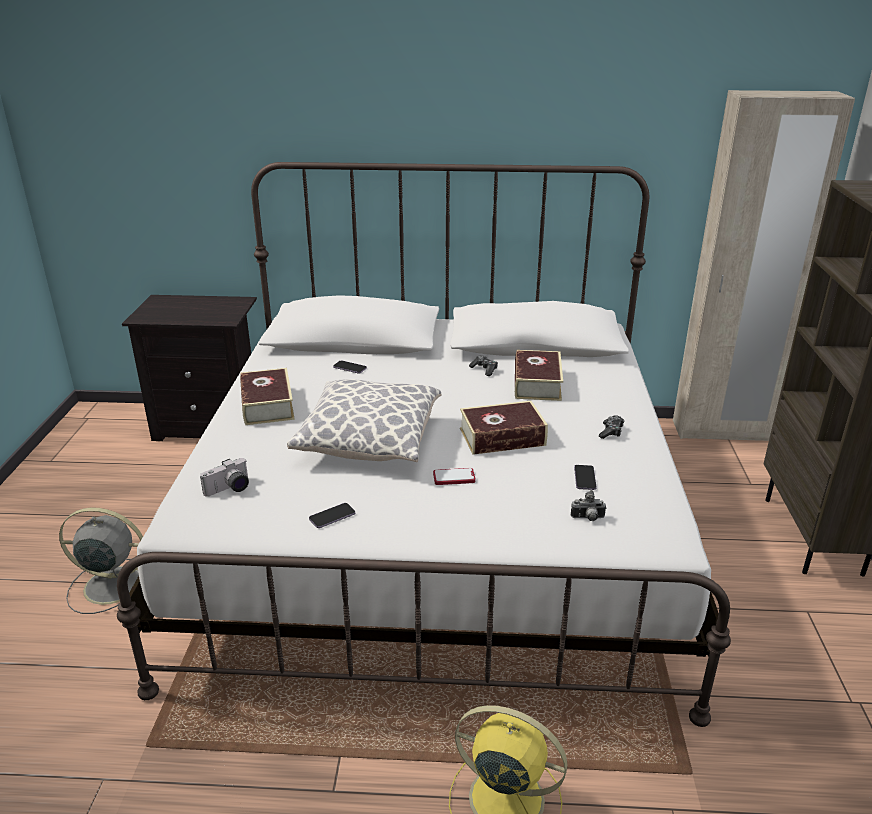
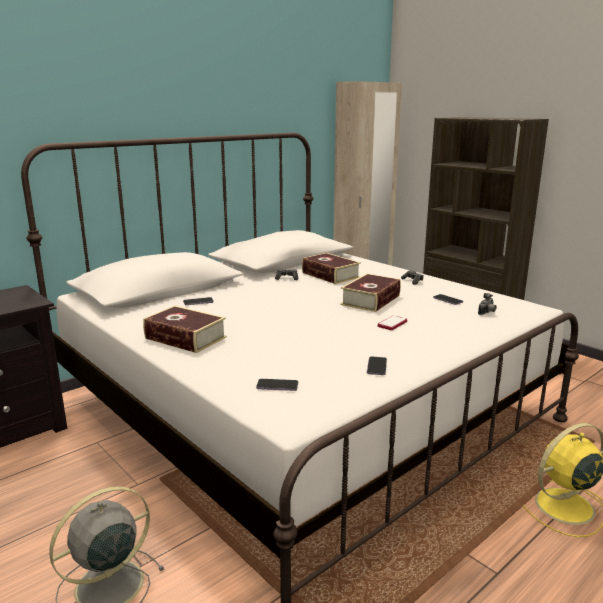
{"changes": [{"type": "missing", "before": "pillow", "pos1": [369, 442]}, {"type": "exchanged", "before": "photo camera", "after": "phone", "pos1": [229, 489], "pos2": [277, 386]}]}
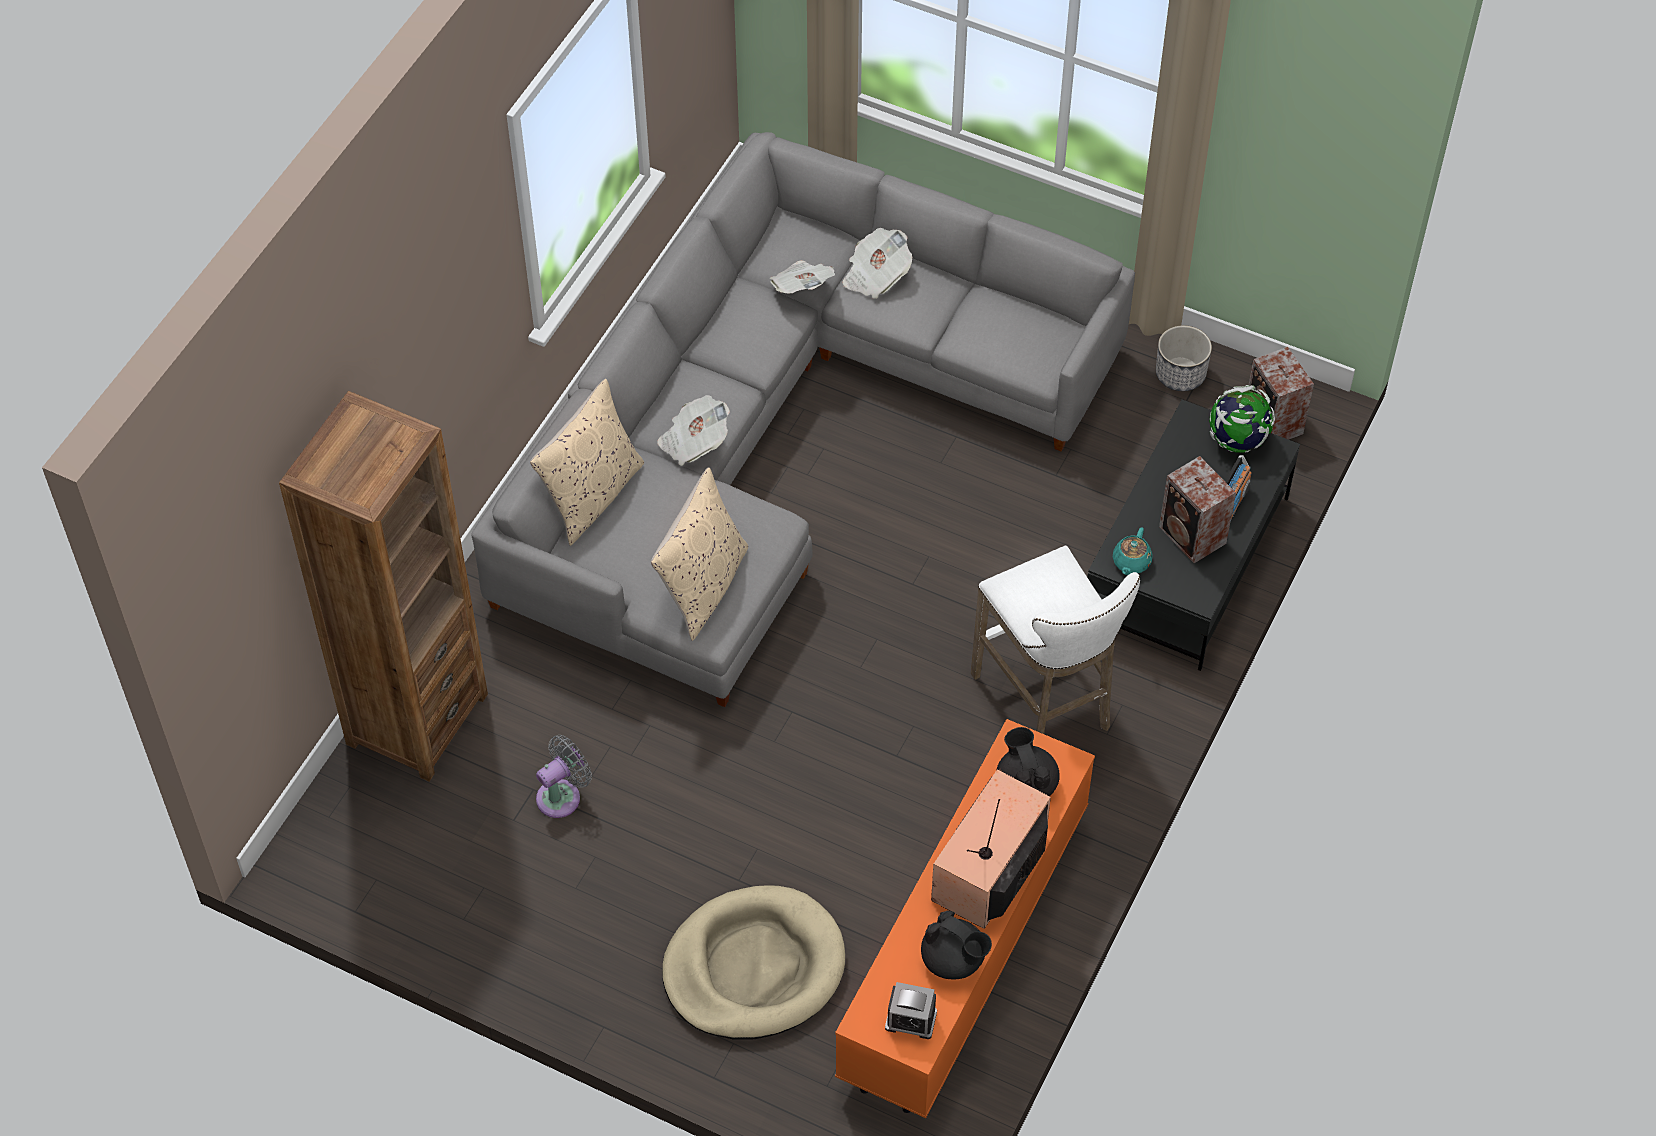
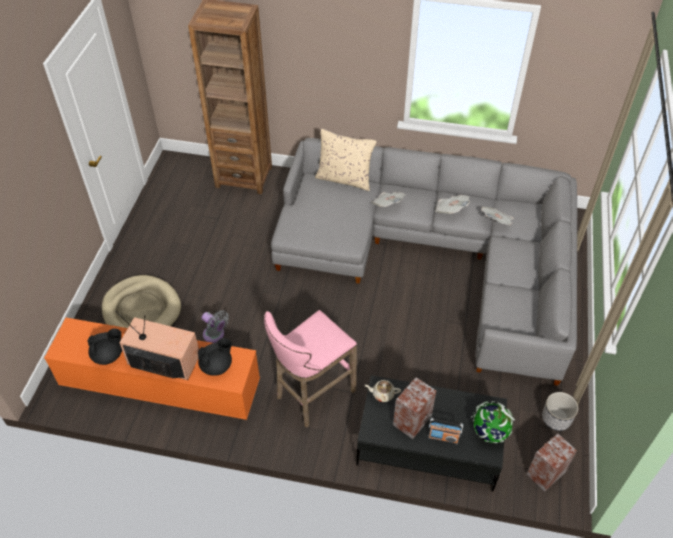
{"changes": [{"type": "missing", "before": "beige pillow", "pos1": [702, 586]}, {"type": "missing", "before": "alarm clock", "pos1": [911, 1020]}, {"type": "relocated", "before": "grey fan", "pos1": [562, 796], "pos2": [215, 335]}, {"type": "relocated", "before": "newspaper", "pos1": [876, 275], "pos2": [450, 210]}, {"type": "colour", "before": "white stool", "after": "pink stool", "pos1": [1046, 706], "pos2": [312, 396]}, {"type": "colour", "before": "turquoise teapot", "after": "beige teapot", "pos1": [1131, 562], "pos2": [382, 394]}, {"type": "spun", "before": "black teapot", "pos1": [954, 960], "pos2": [108, 355], "turn": -135}]}
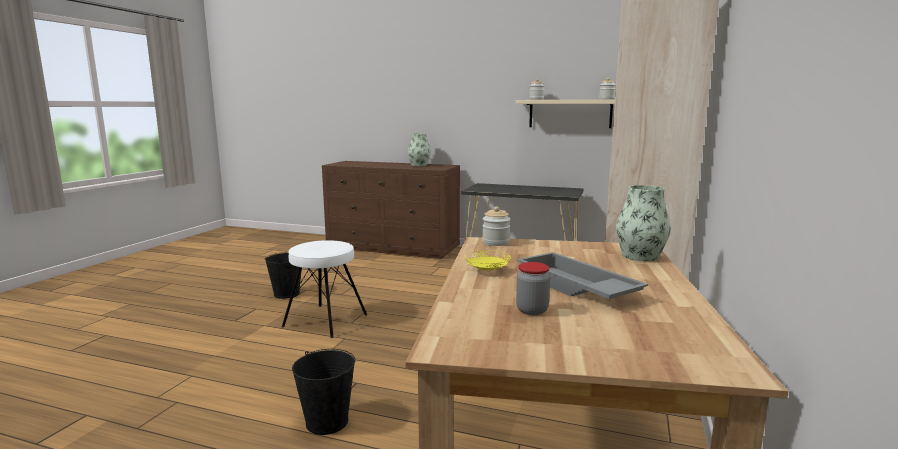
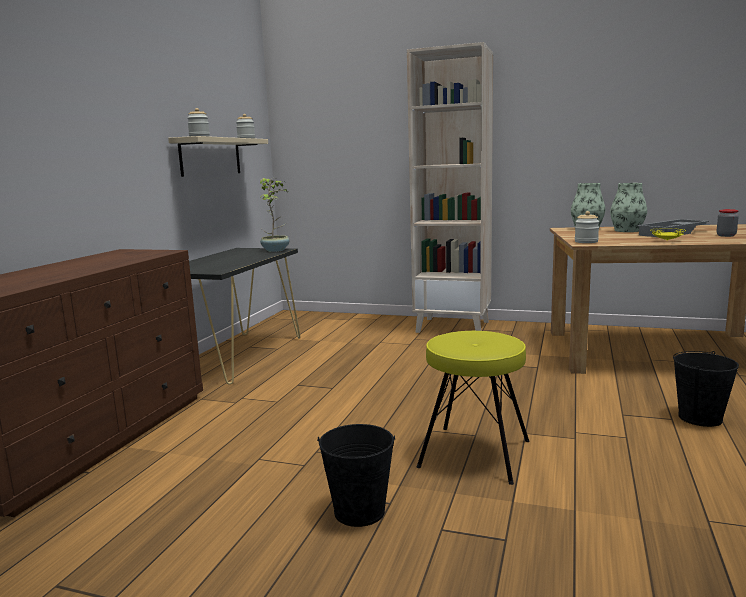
{"changes": [{"type": "appeared", "after": "potted plant", "pos2": [276, 250]}, {"type": "relocated", "before": "vase", "pos1": [419, 165], "pos2": [627, 230]}, {"type": "colour", "before": "white stool", "after": "yellow stool", "pos1": [325, 320], "pos2": [474, 454]}]}
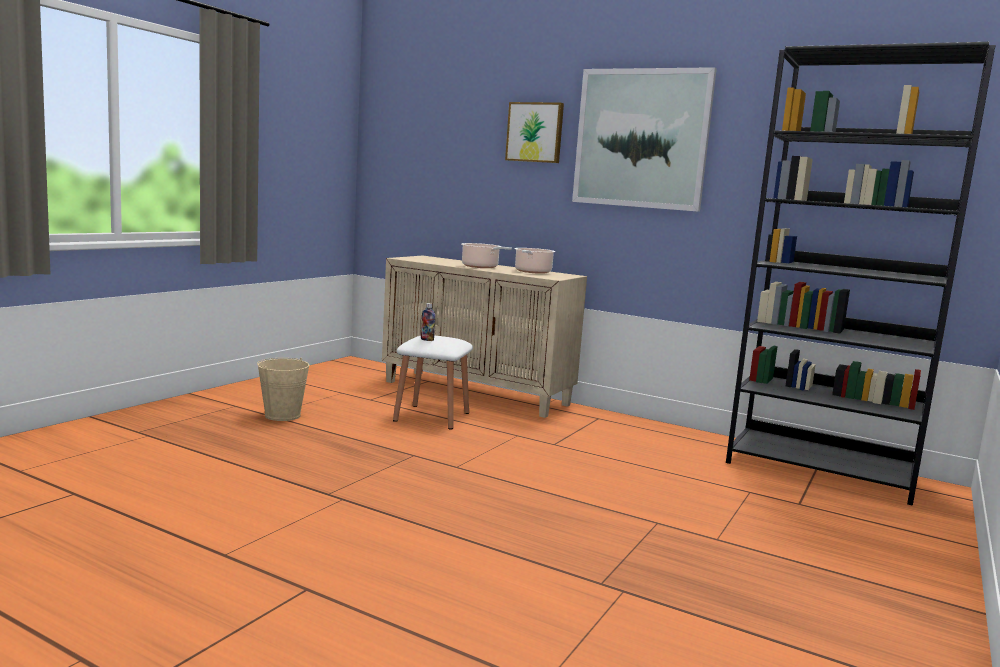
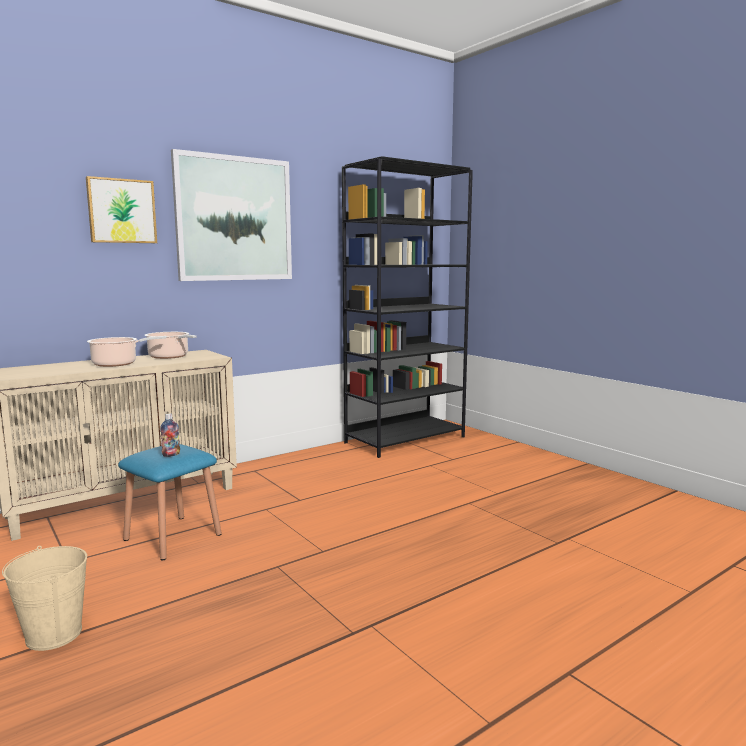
{"changes": [{"type": "colour", "before": "white stool", "after": "blue stool", "pos1": [432, 417], "pos2": [173, 537]}]}
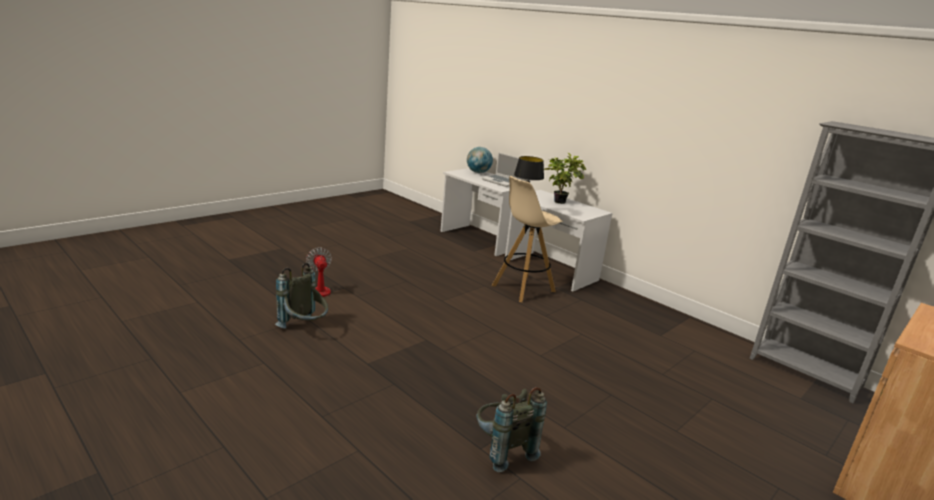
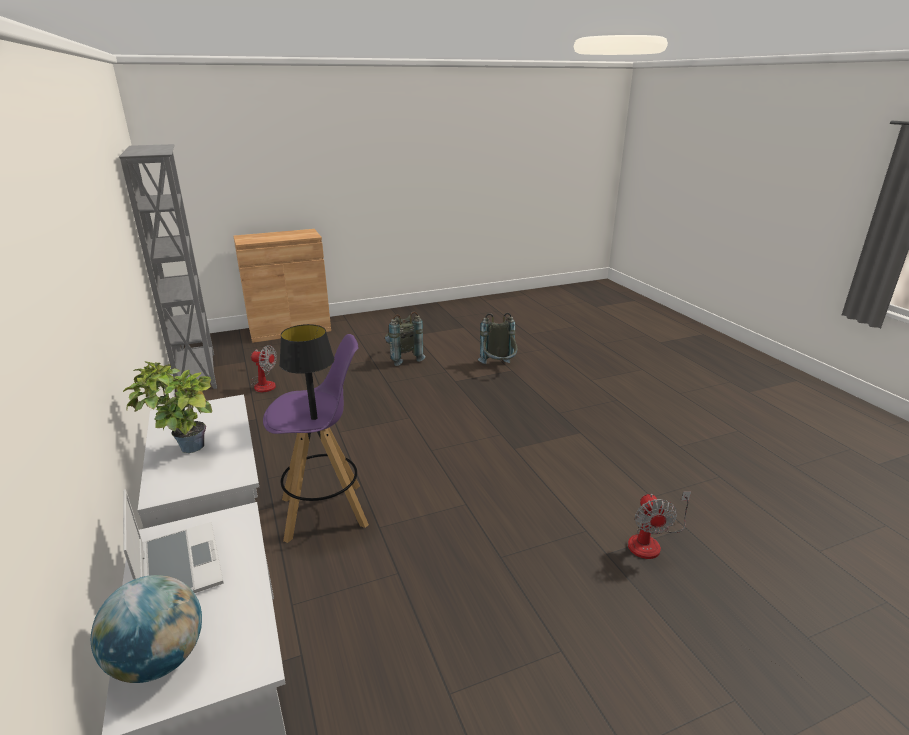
{"changes": [{"type": "appeared", "after": "fan", "pos2": [264, 383]}, {"type": "relocated", "before": "grey backpack", "pos1": [304, 329], "pos2": [403, 358]}, {"type": "colour", "before": "beige stool", "after": "purple stool", "pos1": [522, 288], "pos2": [325, 511]}]}
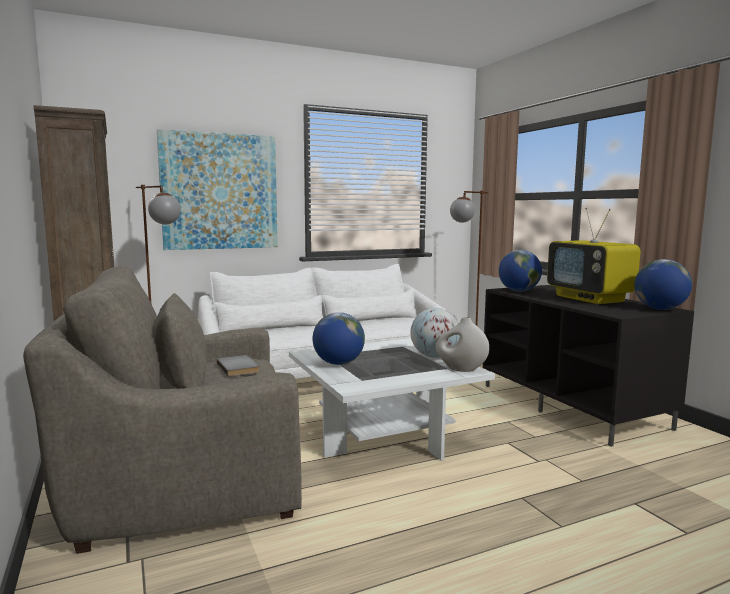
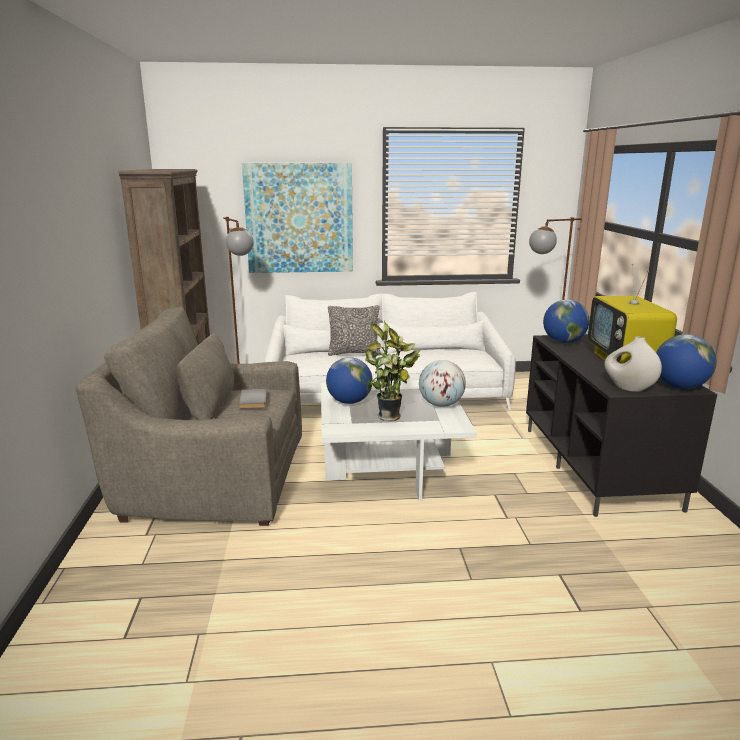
{"changes": [{"type": "appeared", "after": "pillow", "pos2": [354, 353]}, {"type": "appeared", "after": "potted plant", "pos2": [391, 417]}, {"type": "relocated", "before": "white vase", "pos1": [461, 369], "pos2": [628, 388]}]}
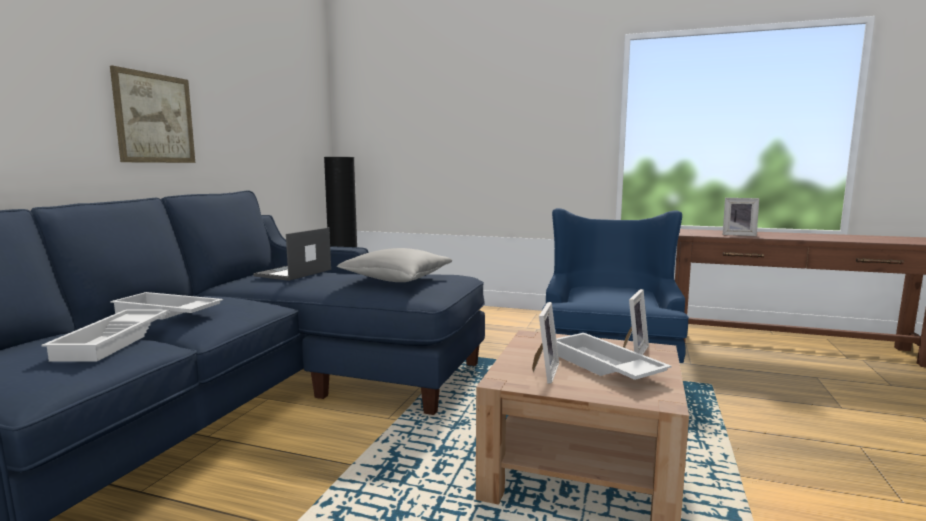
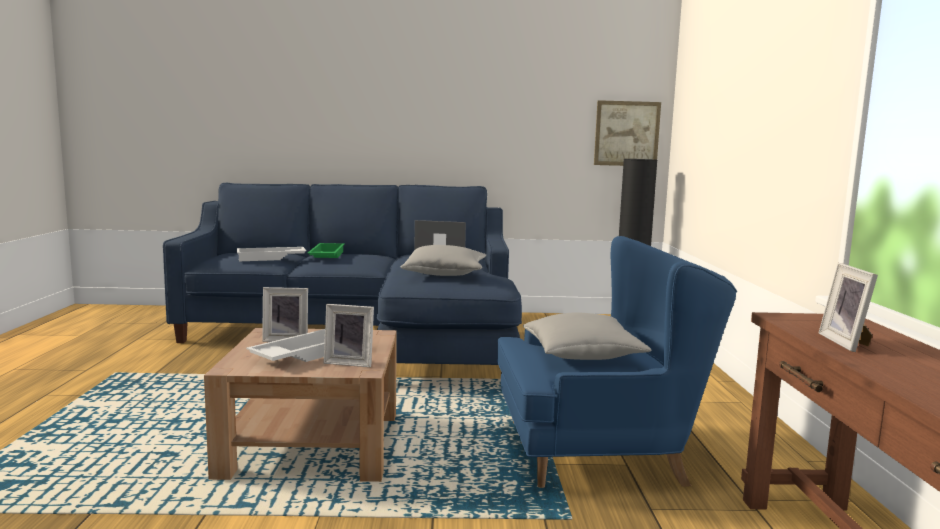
{"changes": [{"type": "appeared", "after": "grey pillow", "pos2": [582, 354]}, {"type": "relocated", "before": "picture", "pos1": [155, 118], "pos2": [626, 133]}, {"type": "colour", "before": "white tray", "after": "green tray", "pos1": [166, 313], "pos2": [326, 256]}]}
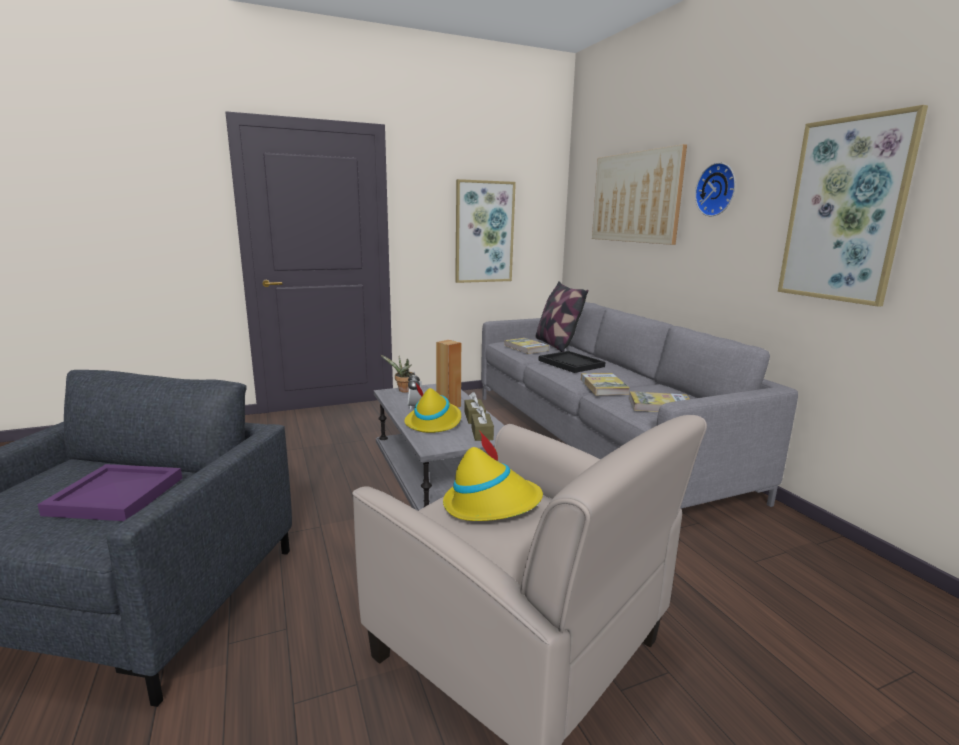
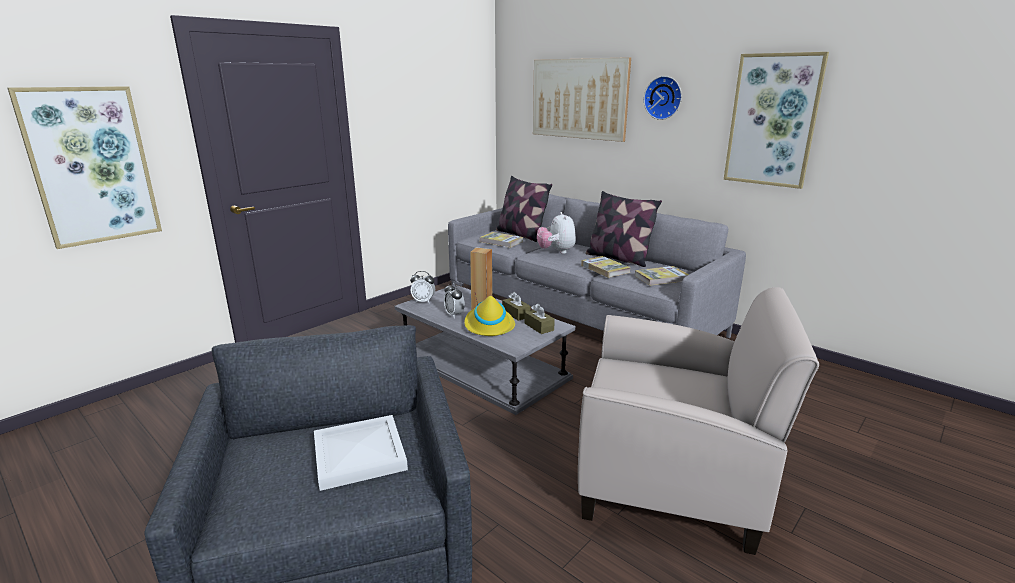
{"changes": [{"type": "missing", "before": "yellow hat", "pos1": [491, 504]}, {"type": "appeared", "after": "pillow", "pos2": [618, 258]}, {"type": "relocated", "before": "picture", "pos1": [484, 232], "pos2": [91, 166]}, {"type": "exchanged", "before": "potted plant", "after": "alarm clock", "pos1": [403, 391], "pos2": [423, 301]}, {"type": "exchanged", "before": "black tray", "after": "plush toy", "pos1": [571, 363], "pos2": [556, 251]}, {"type": "colour", "before": "purple tray", "after": "white tray", "pos1": [116, 496], "pos2": [361, 455]}]}
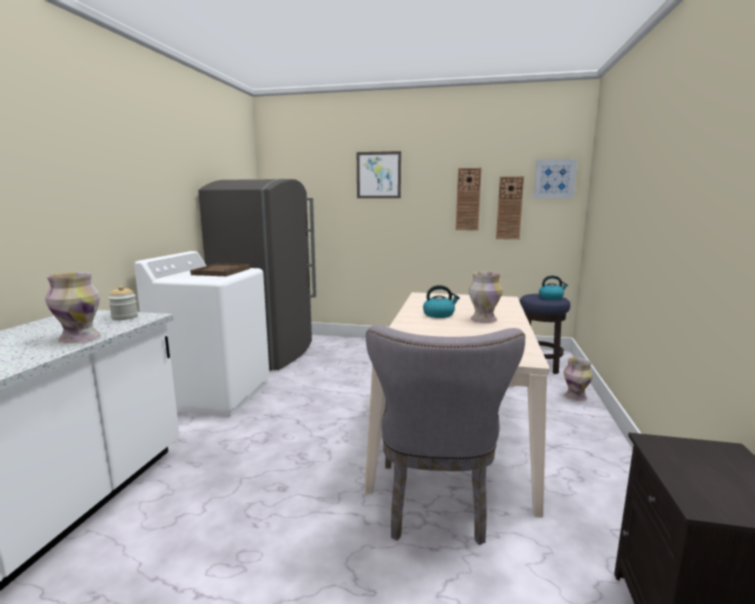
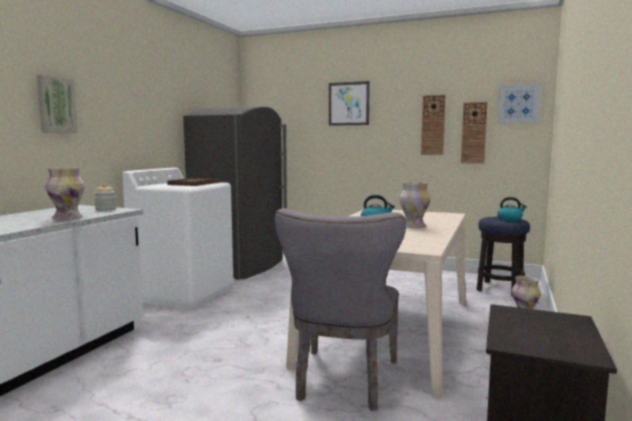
{"changes": [{"type": "appeared", "after": "picture", "pos2": [56, 105]}]}
